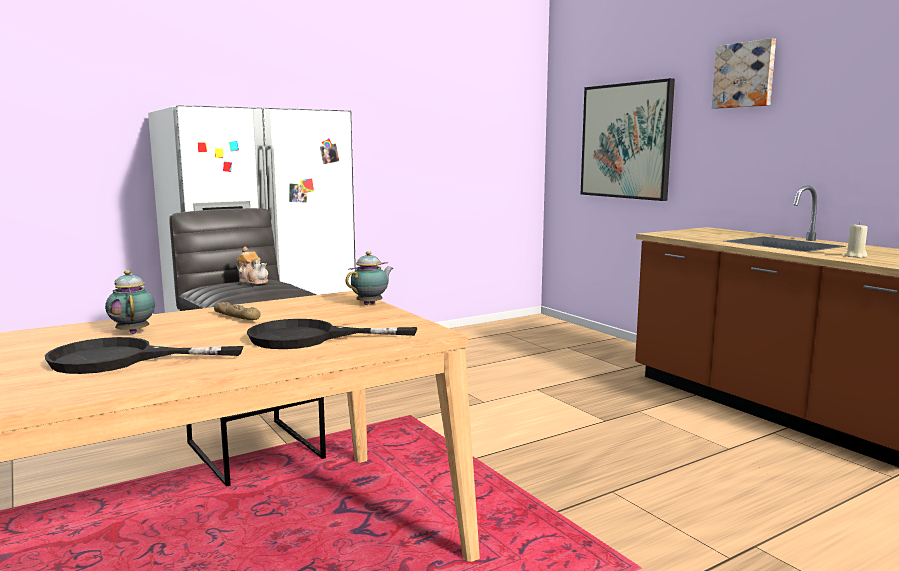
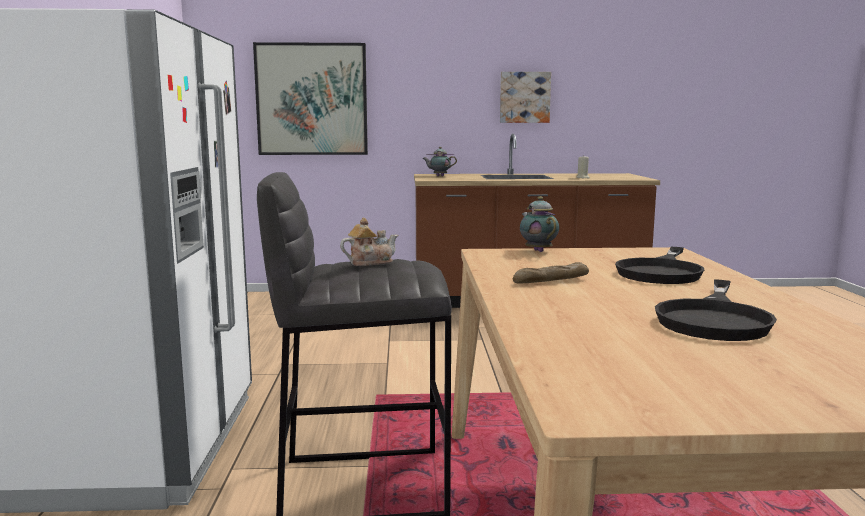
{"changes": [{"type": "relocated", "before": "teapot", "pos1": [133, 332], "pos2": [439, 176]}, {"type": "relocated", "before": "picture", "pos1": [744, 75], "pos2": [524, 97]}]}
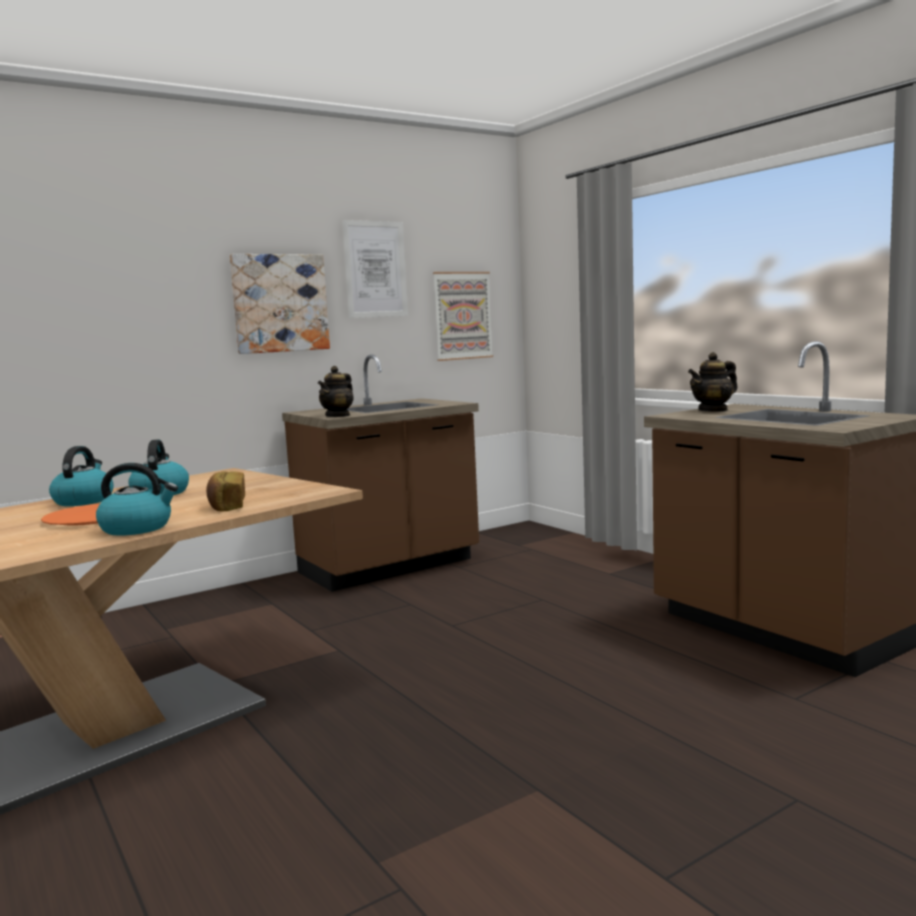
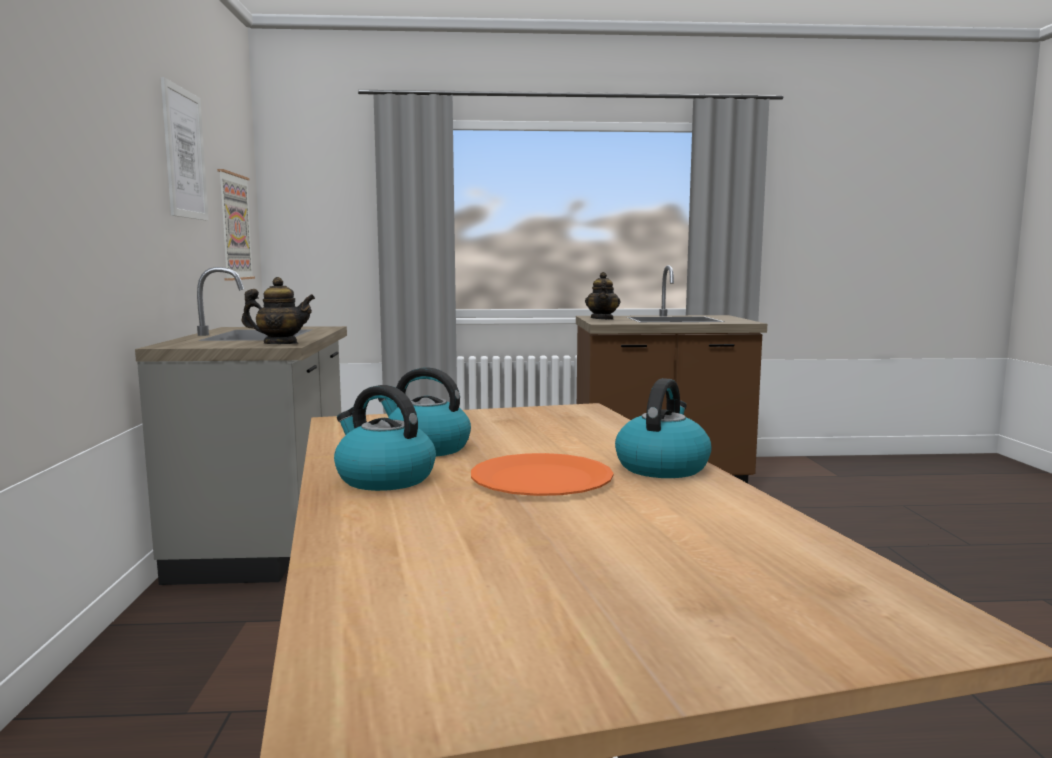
{"changes": [{"type": "missing", "before": "bread", "pos1": [227, 506]}, {"type": "missing", "before": "picture", "pos1": [280, 303]}, {"type": "colour", "before": "brown counter", "after": "grey counter", "pos1": [390, 567], "pos2": [268, 540]}, {"type": "spun", "before": "teapot", "pos1": [338, 416], "pos2": [280, 344], "turn": -60}]}
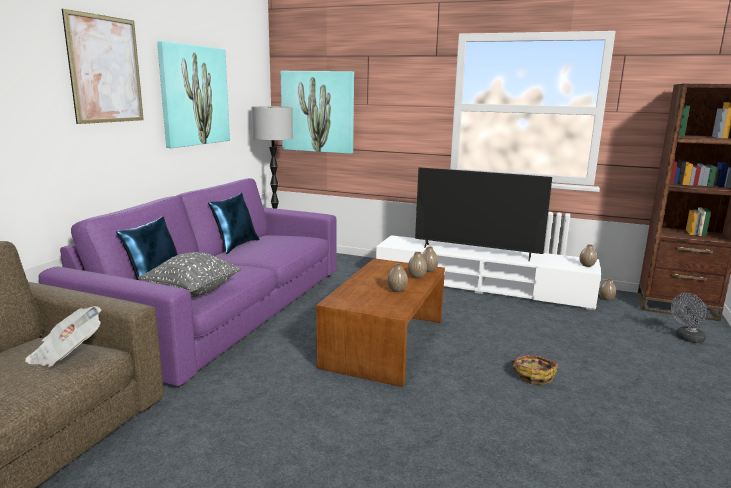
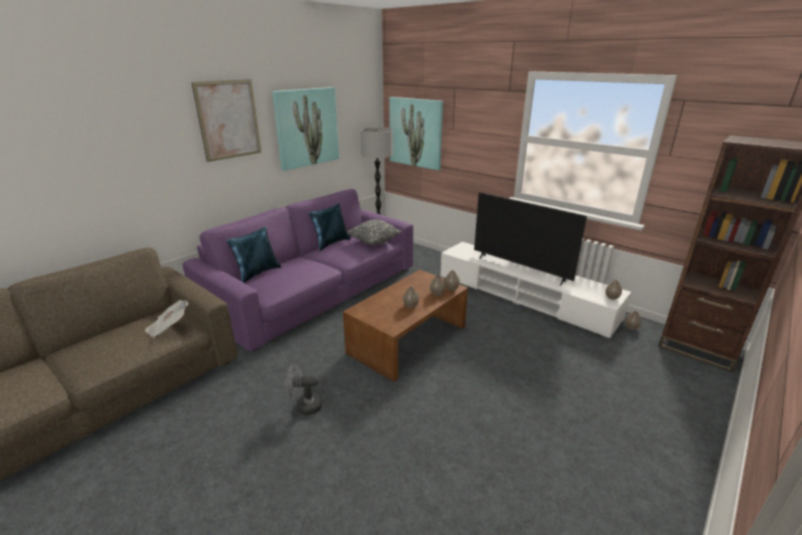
{"changes": [{"type": "missing", "before": "basket", "pos1": [533, 375]}, {"type": "relocated", "before": "grey pillow", "pos1": [192, 292], "pos2": [374, 242]}, {"type": "relocated", "before": "grey fan", "pos1": [687, 339], "pos2": [304, 407]}]}
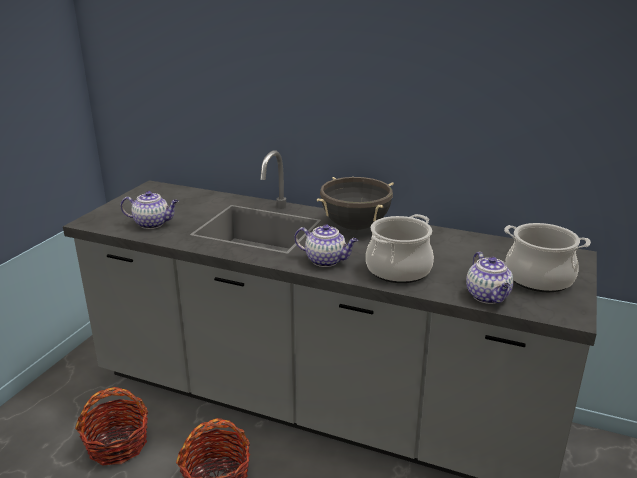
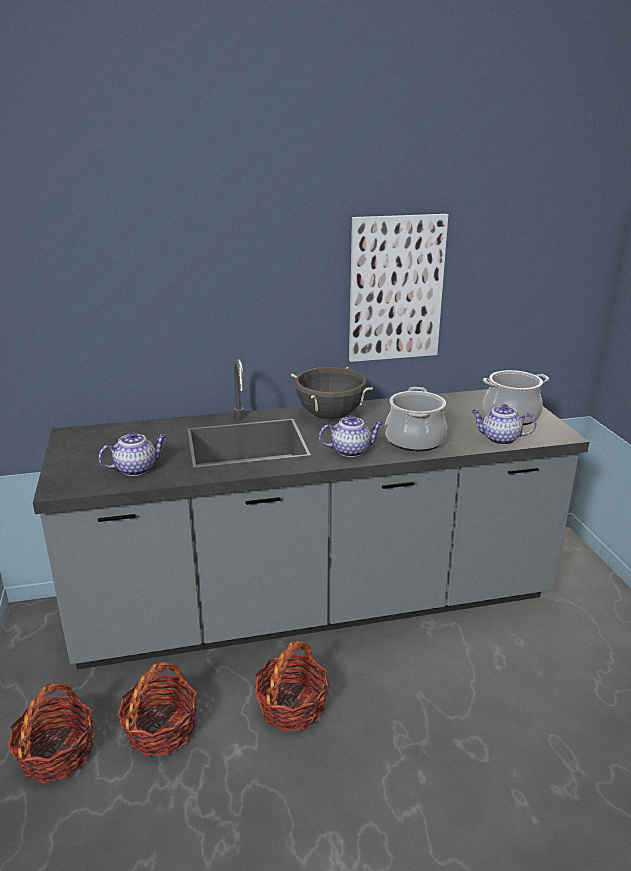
{"changes": [{"type": "appeared", "after": "basket", "pos2": [57, 753]}, {"type": "appeared", "after": "picture", "pos2": [396, 289]}, {"type": "spun", "before": "teapot", "pos1": [488, 296], "pos2": [499, 439], "turn": 150}]}
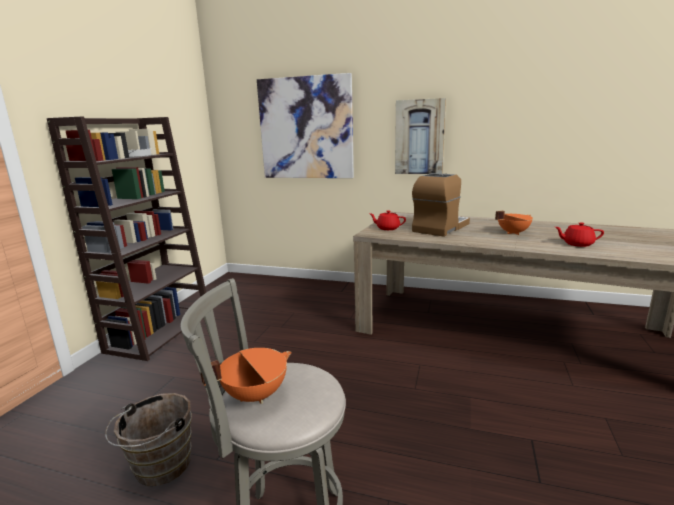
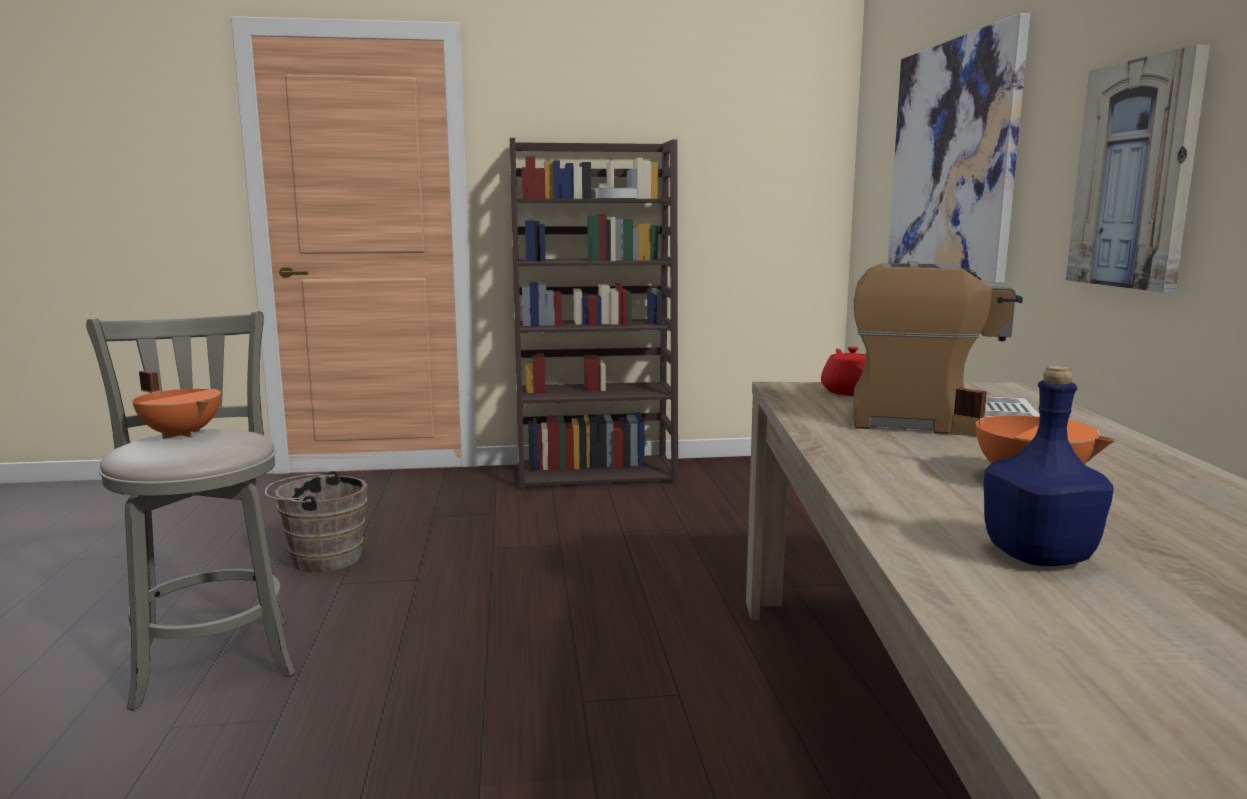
{"changes": [{"type": "exchanged", "before": "red teapot", "after": "blue bottle", "pos1": [577, 244], "pos2": [1036, 555]}]}
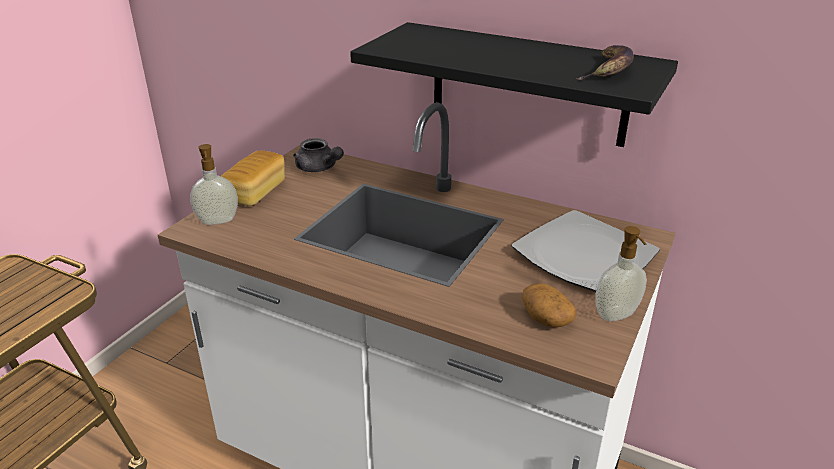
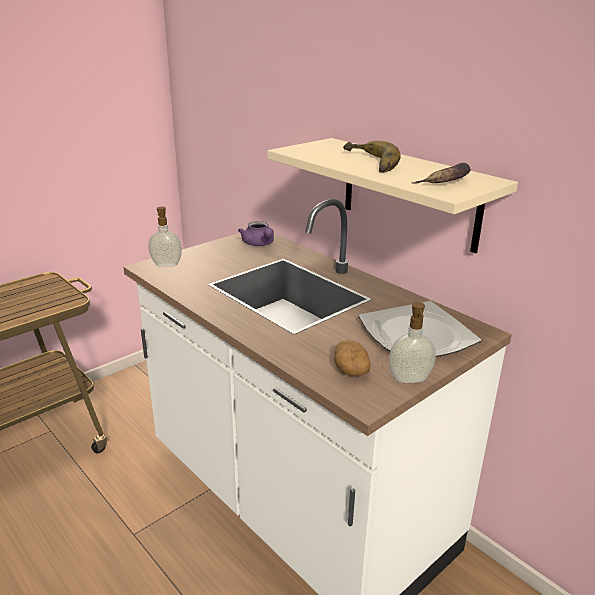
{"changes": [{"type": "missing", "before": "bread", "pos1": [255, 192]}, {"type": "appeared", "after": "banana", "pos2": [368, 163]}, {"type": "colour", "before": "grey teapot", "after": "purple teapot", "pos1": [319, 168], "pos2": [259, 244]}, {"type": "colour", "before": "black shelf", "after": "beige shelf", "pos1": [528, 84], "pos2": [409, 193]}]}
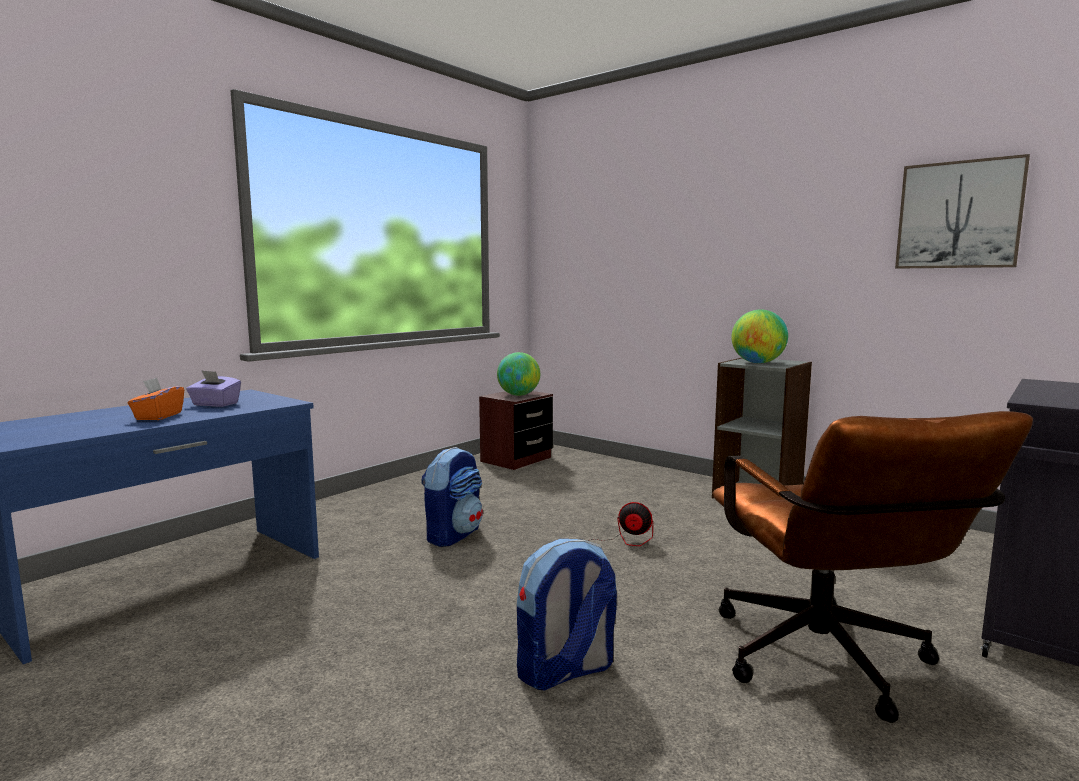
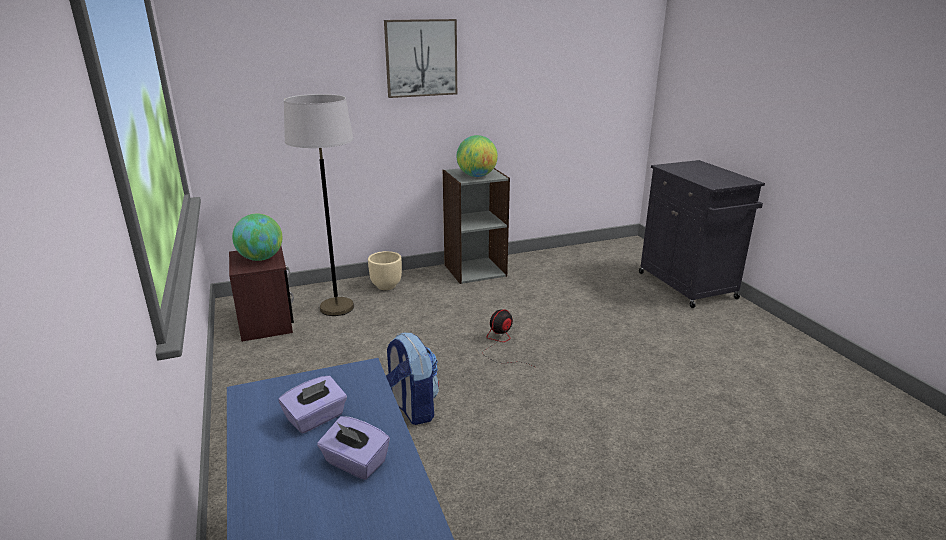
{"changes": [{"type": "missing", "before": "backpack", "pos1": [565, 671]}, {"type": "missing", "before": "brown office chair", "pos1": [829, 666]}, {"type": "appeared", "after": "grey floor lamp", "pos2": [337, 308]}, {"type": "appeared", "after": "beige planter", "pos2": [386, 286]}, {"type": "relocated", "before": "picture", "pos1": [959, 215], "pos2": [421, 58]}, {"type": "colour", "before": "orange tissue box", "after": "purple tissue box", "pos1": [158, 416], "pos2": [355, 463]}]}
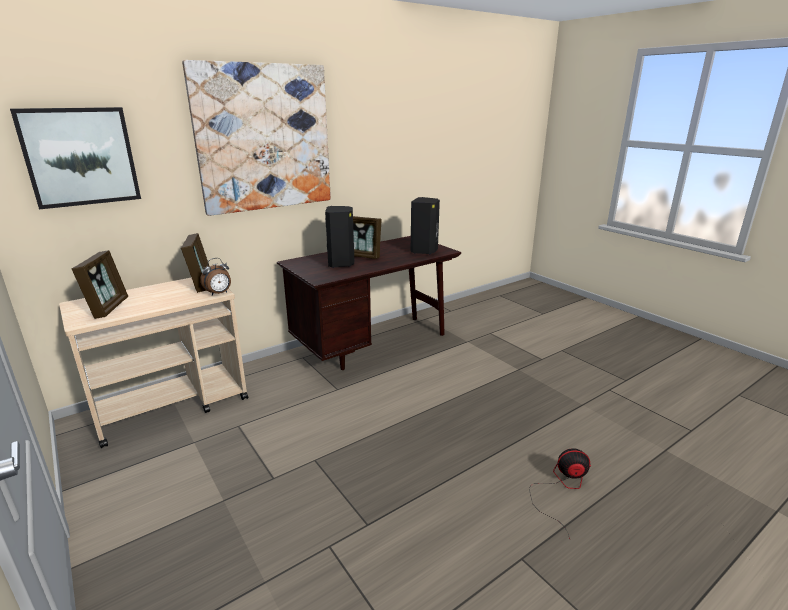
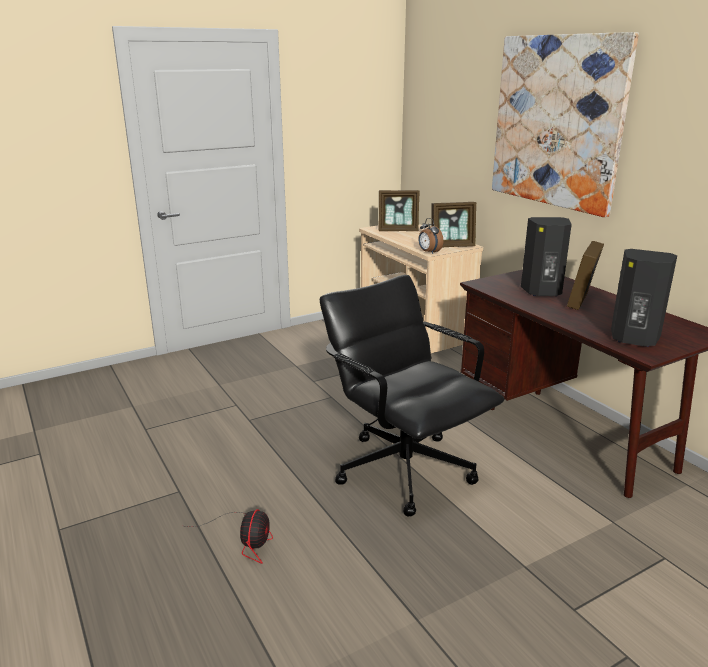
{"changes": [{"type": "missing", "before": "picture", "pos1": [80, 157]}, {"type": "appeared", "after": "black office chair", "pos2": [404, 469]}]}
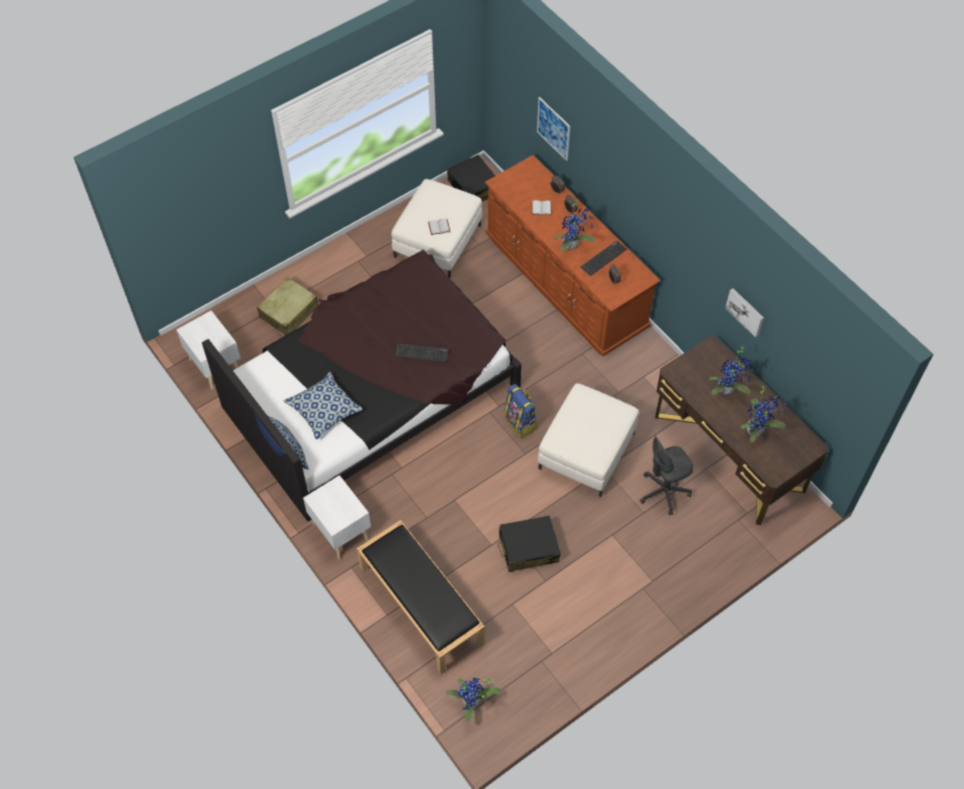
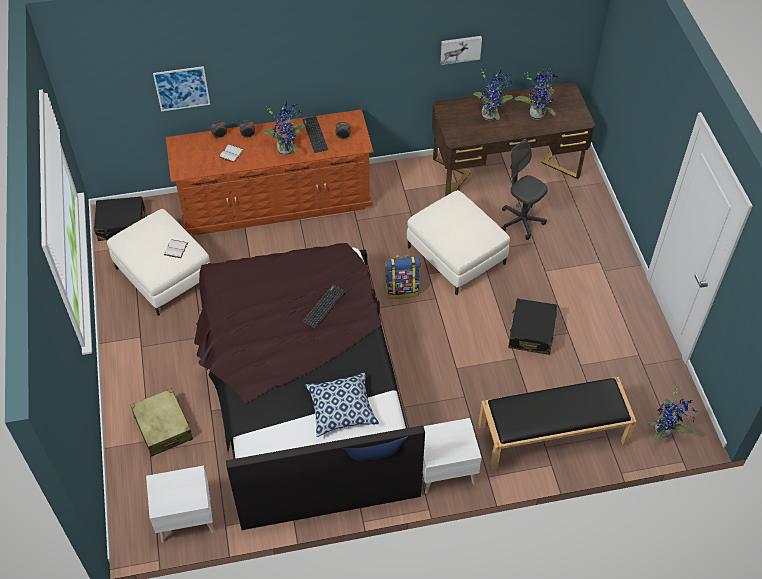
{"changes": [{"type": "spun", "before": "grey office chair", "pos1": [664, 492], "pos2": [521, 221], "turn": 135}]}
